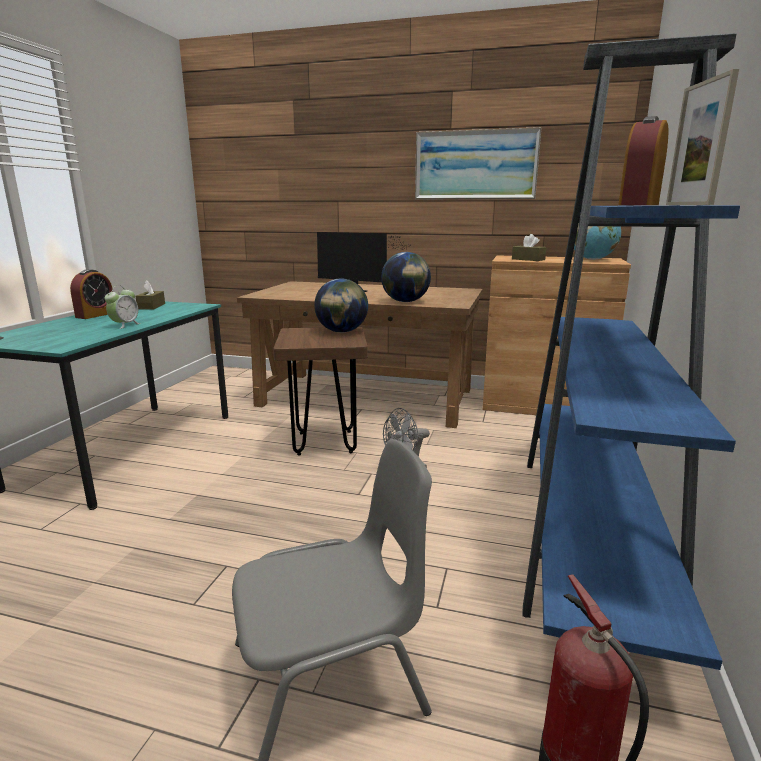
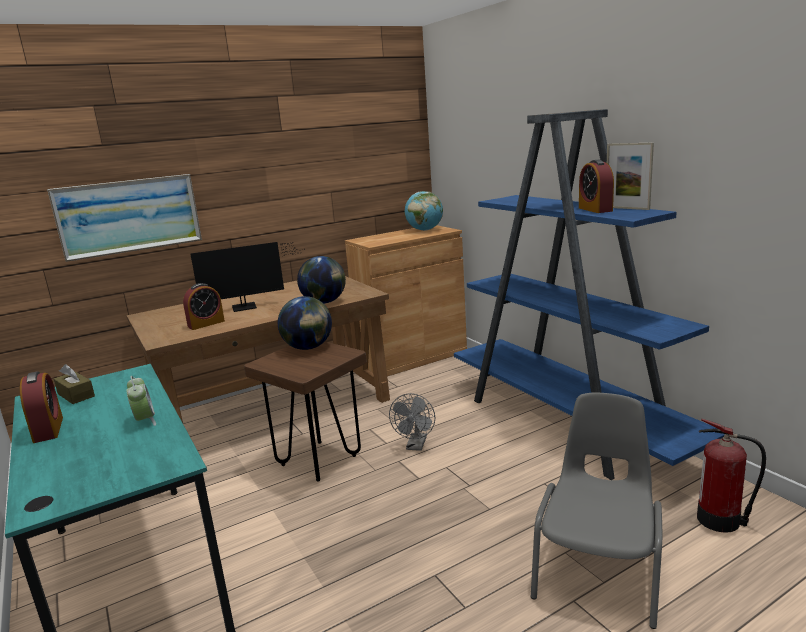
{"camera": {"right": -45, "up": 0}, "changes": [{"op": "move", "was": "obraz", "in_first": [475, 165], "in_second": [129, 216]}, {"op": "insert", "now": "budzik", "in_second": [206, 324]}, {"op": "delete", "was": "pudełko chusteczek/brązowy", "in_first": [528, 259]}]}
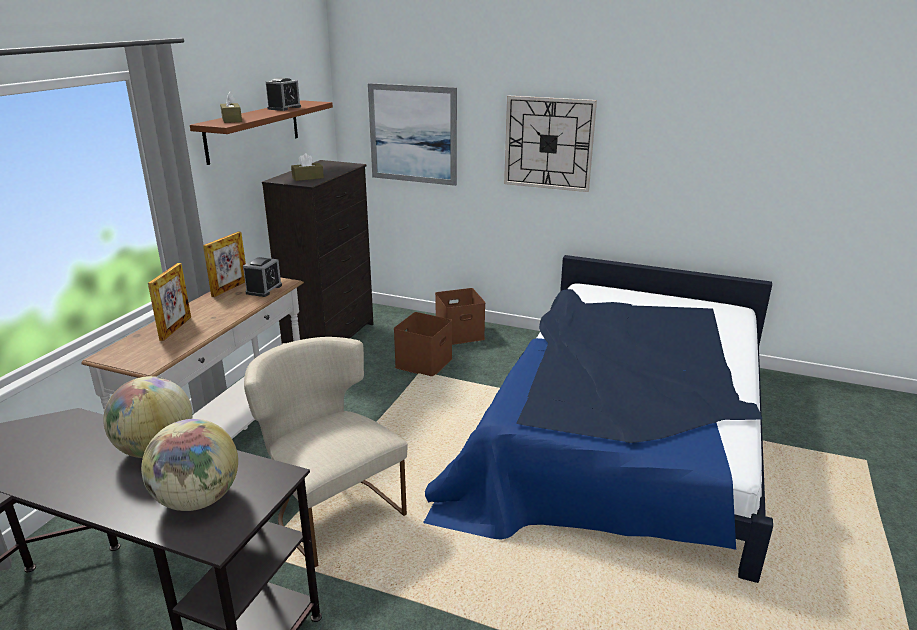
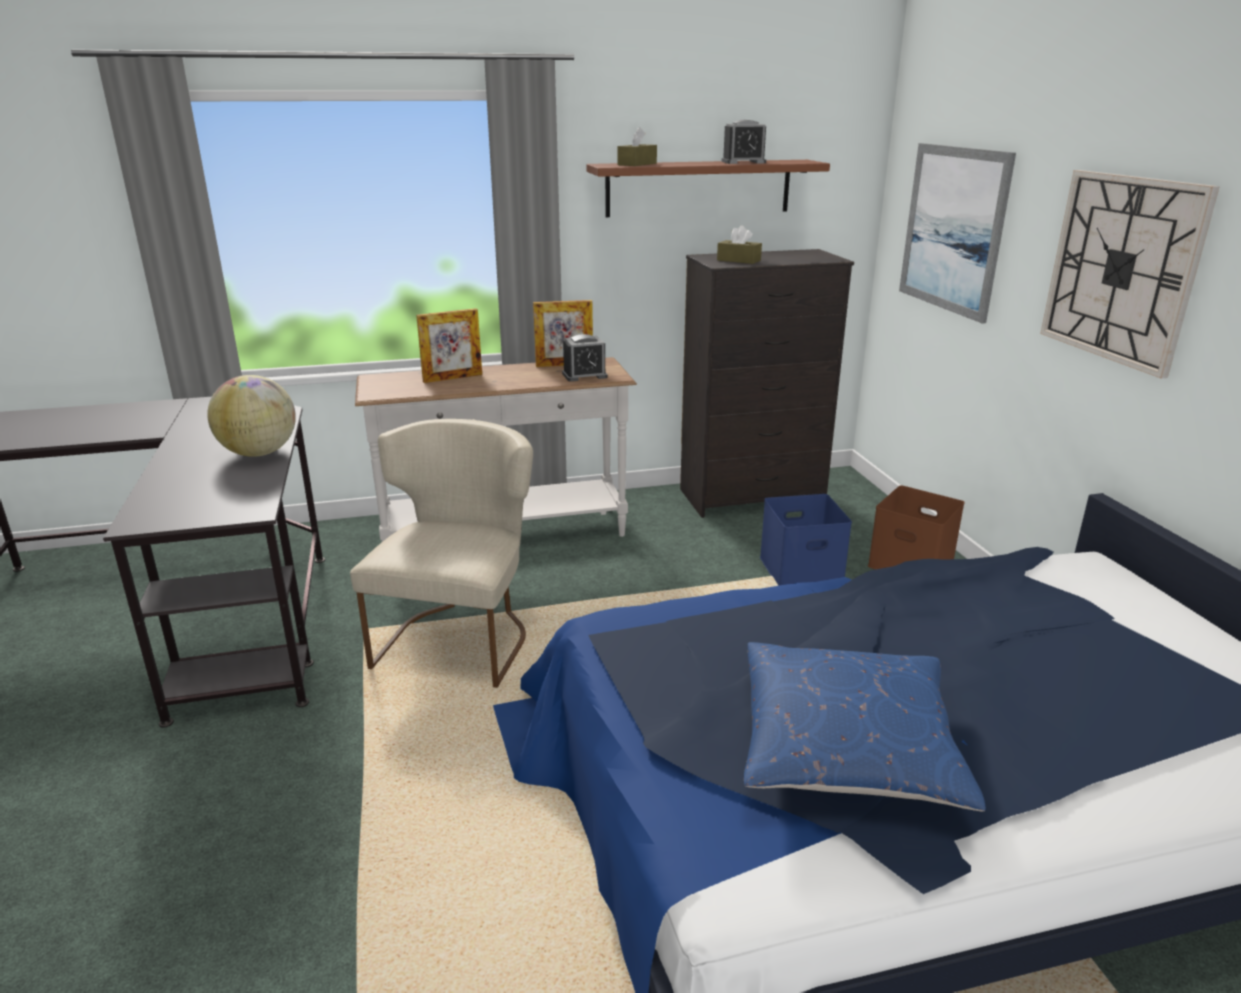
{"camera": {"right": 55, "up": 0}, "changes": [{"op": "insert", "now": "poduszka/niebieski", "in_second": [846, 747]}, {"op": "recolor", "was": "pojemnik do przechowywania/brązowy", "now": "pojemnik do przechowywania/niebieski", "in_first": [423, 362], "in_second": [802, 569]}, {"op": "delete", "was": "globus", "in_first": [197, 500]}]}
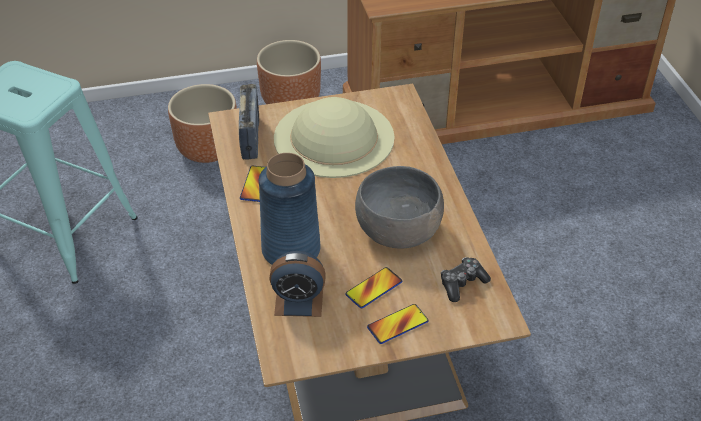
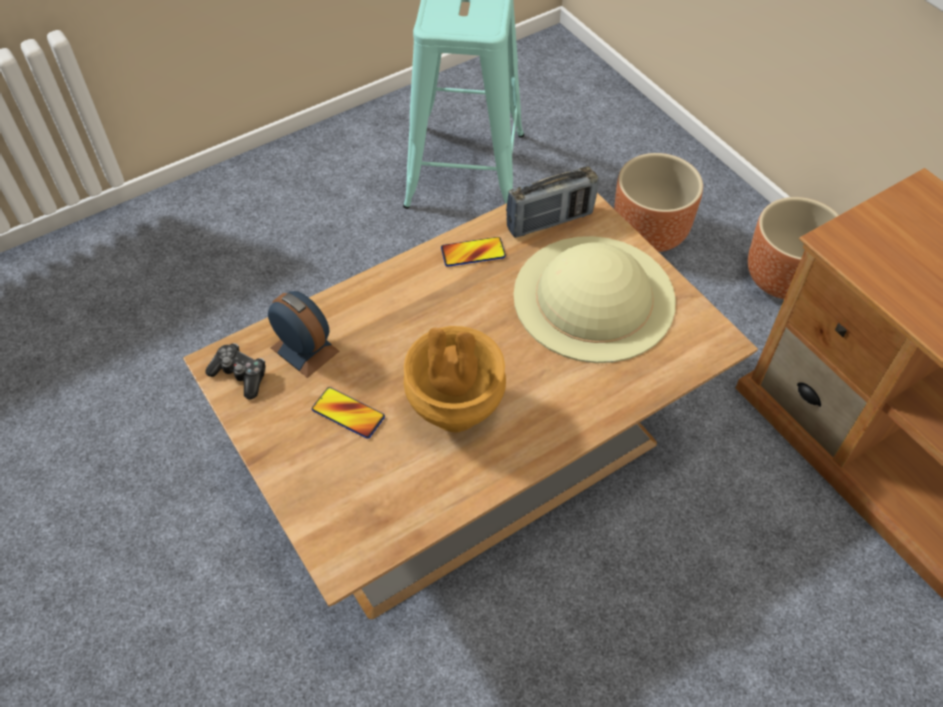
{"camera": {"right": 70, "up": 10}, "changes": [{"op": "move", "was": "pad do gier", "in_first": [462, 283], "in_second": [240, 375]}, {"op": "rotate", "was": "budzik", "in_first": [299, 301], "in_second": [304, 349], "clockwise": 150}, {"op": "replace", "was": "miska/szary", "now": "wazon/brązowy", "in_first": [398, 231], "in_second": [454, 411]}, {"op": "delete", "was": "wazon/niebieski", "in_first": [290, 250]}, {"op": "delete", "was": "telefon", "in_first": [397, 324]}]}
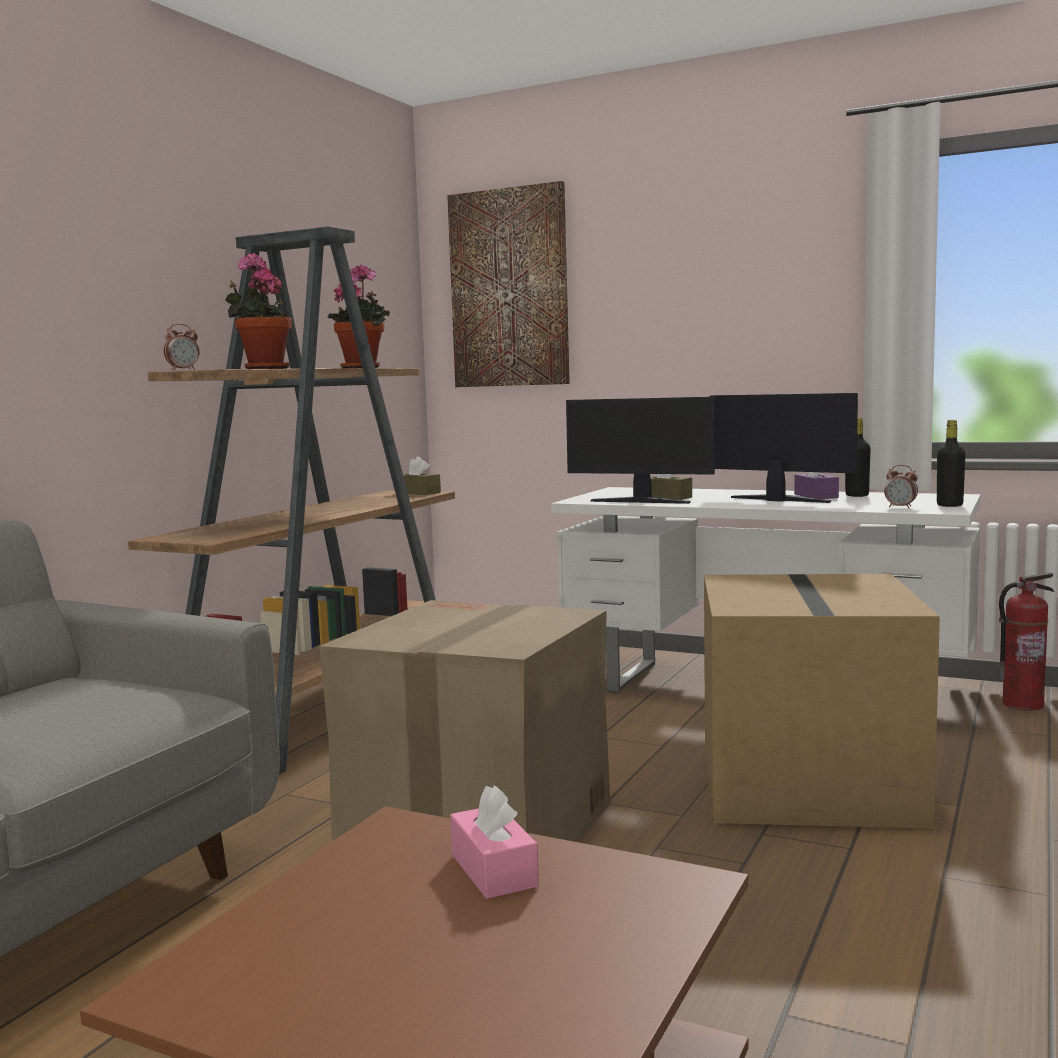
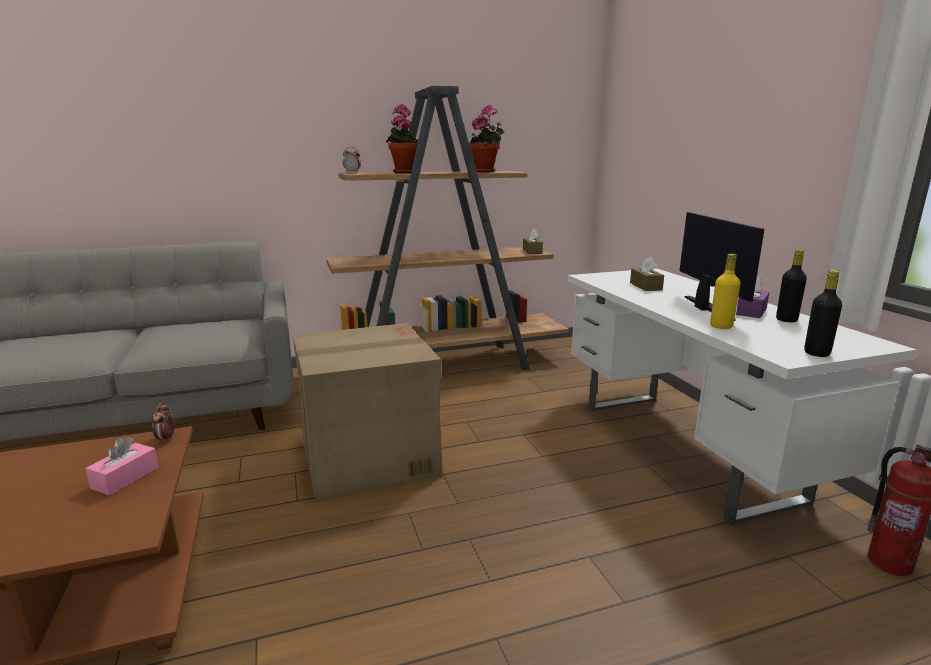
{"camera": {"right": 45, "up": 10}, "changes": [{"op": "move", "was": "budzik", "in_first": [900, 507], "in_second": [166, 439]}, {"op": "insert", "now": "butelka/żółty", "in_second": [721, 326]}, {"op": "delete", "was": "obraz", "in_first": [509, 288]}, {"op": "delete", "was": "monitor", "in_first": [640, 501]}, {"op": "delete", "was": "karton", "in_first": [811, 785]}]}
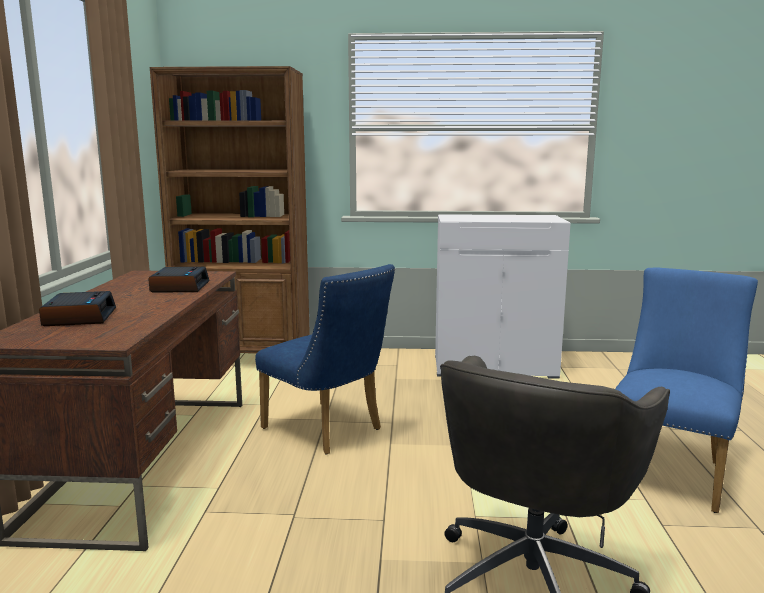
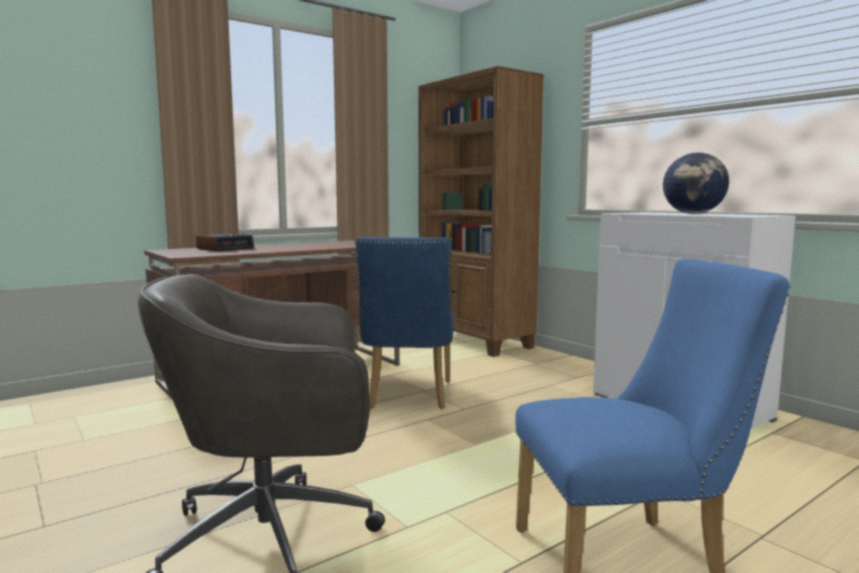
{"camera": {"right": 50, "up": -5}, "changes": [{"op": "insert", "now": "globus", "in_second": [693, 214]}, {"op": "delete", "was": "budzik", "in_first": [179, 287]}]}
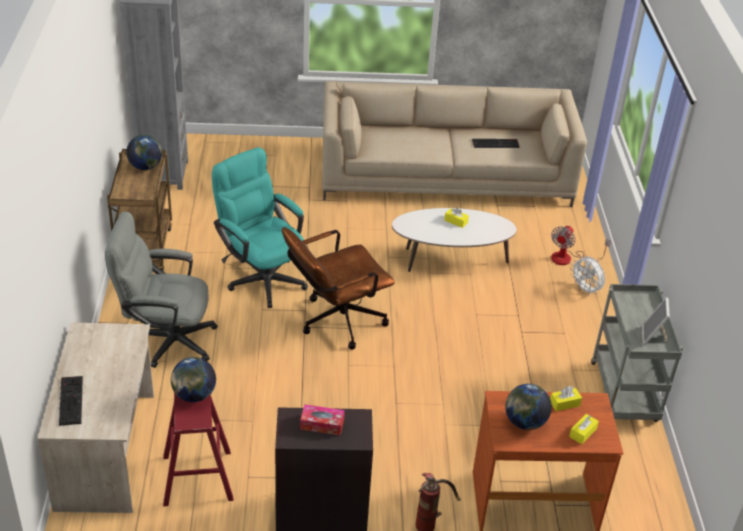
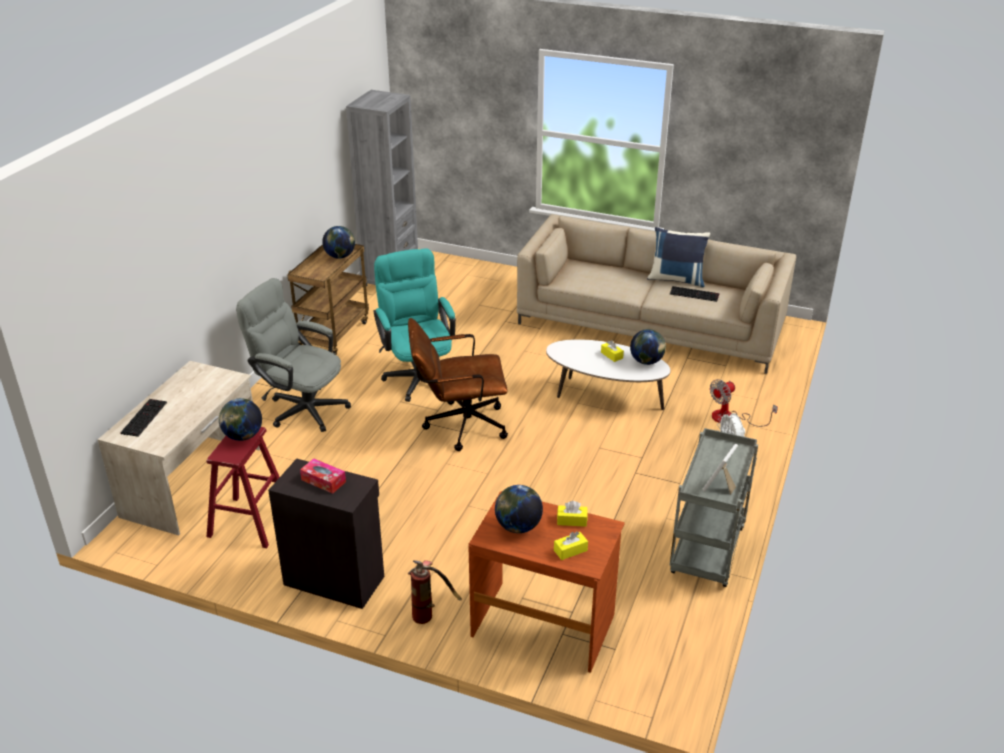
{"camera": {"right": 25, "up": -5}, "changes": [{"op": "insert", "now": "globus", "in_second": [646, 362]}, {"op": "insert", "now": "poduszka/niebieski", "in_second": [676, 279]}]}
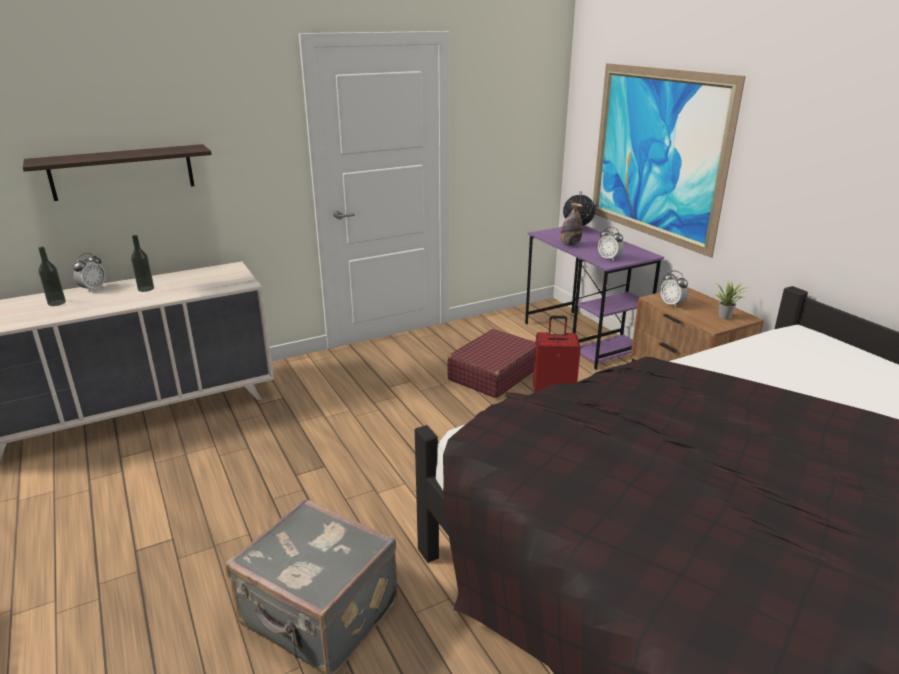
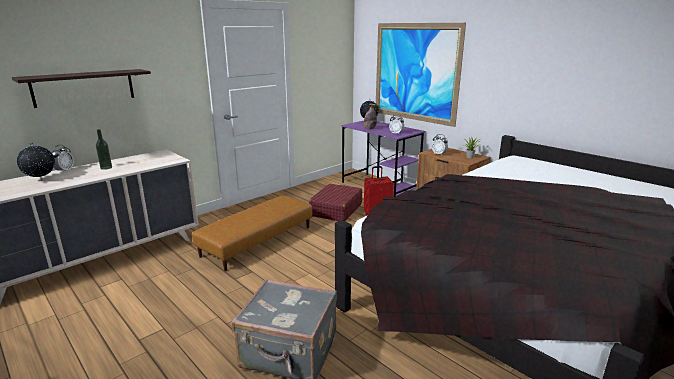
{"camera": {"right": -15, "up": -5}, "changes": [{"op": "replace", "was": "butelka", "now": "globus", "in_first": [56, 303], "in_second": [41, 180]}, {"op": "insert", "now": "pufa/brązowy", "in_second": [257, 241]}]}
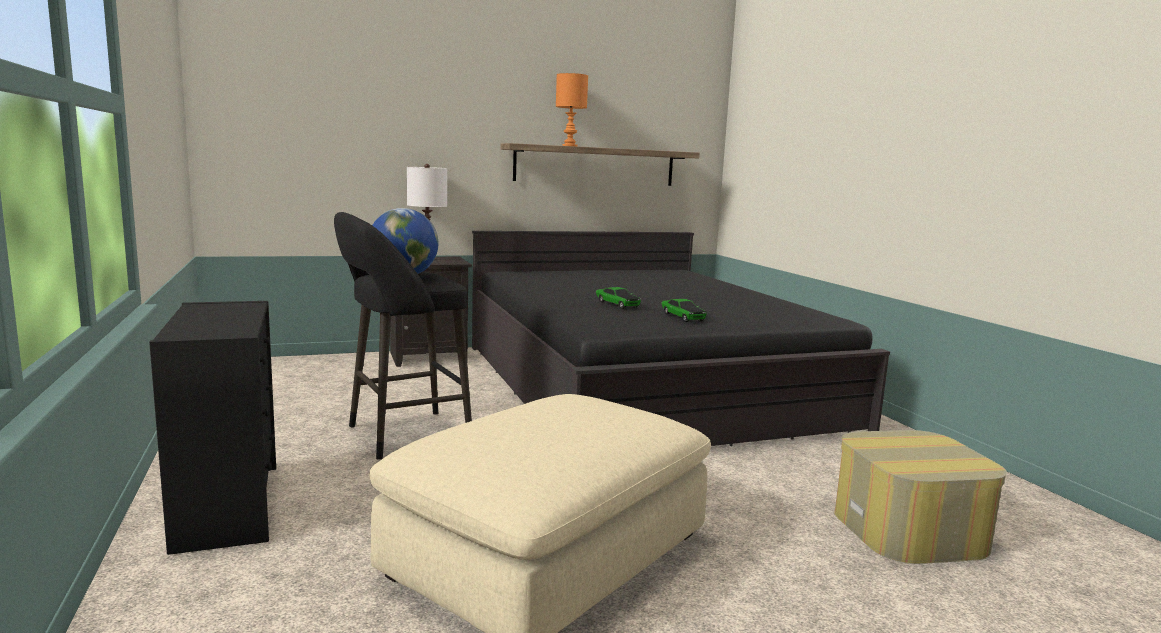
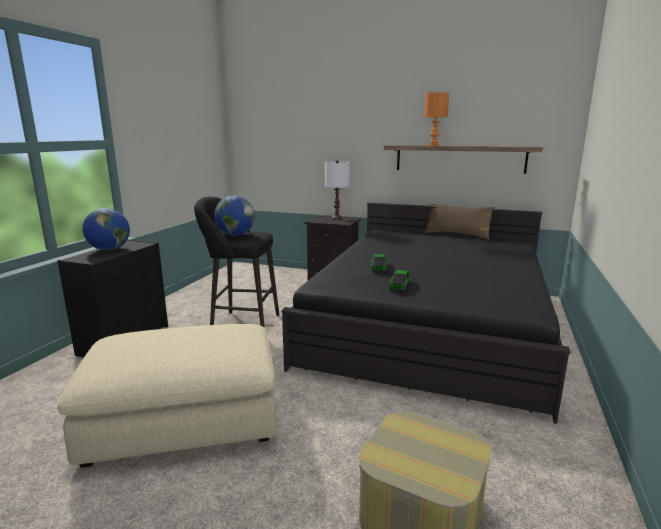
{"camera": {"right": 40, "up": 5}, "changes": [{"op": "insert", "now": "globus", "in_second": [109, 249]}, {"op": "insert", "now": "poduszka/brązowy", "in_second": [457, 235]}]}
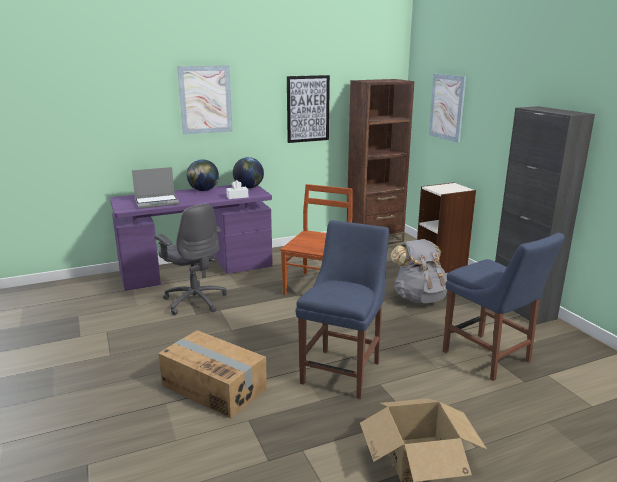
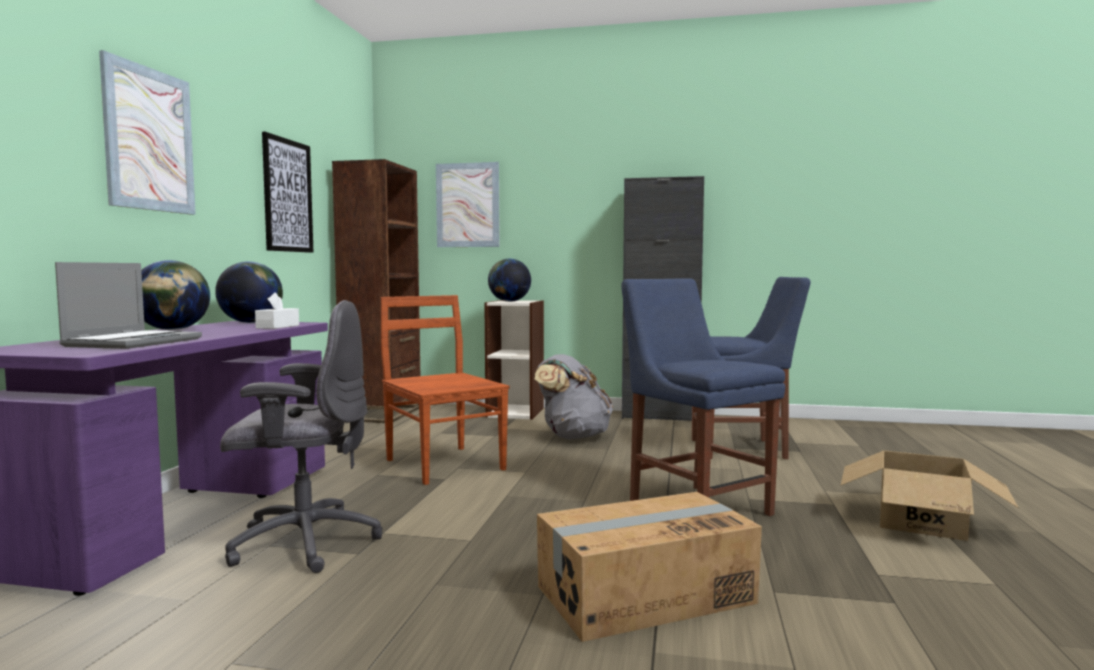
{"camera": {"right": -55, "up": -15}, "changes": [{"op": "insert", "now": "globus", "in_second": [509, 301]}]}
